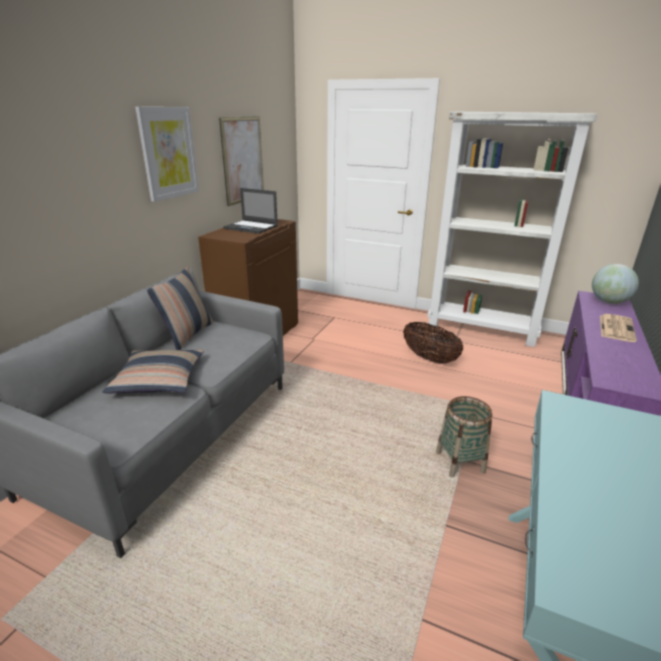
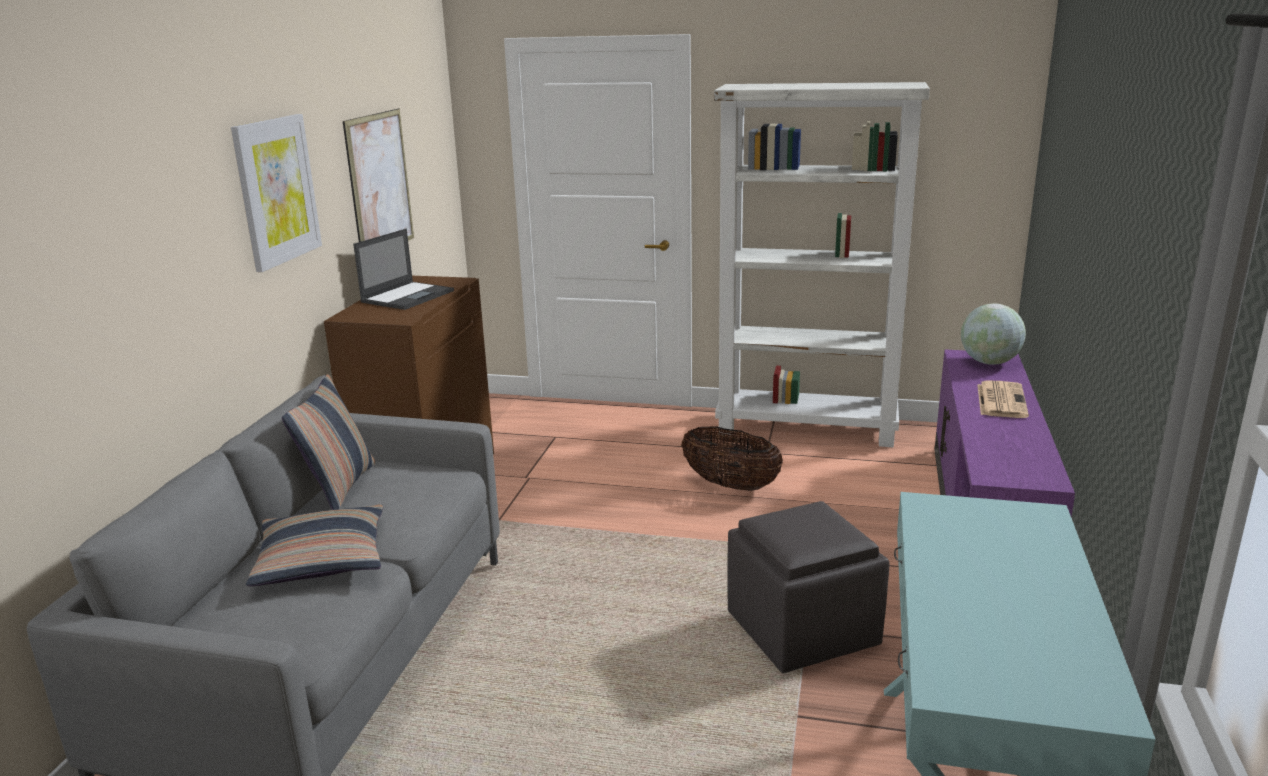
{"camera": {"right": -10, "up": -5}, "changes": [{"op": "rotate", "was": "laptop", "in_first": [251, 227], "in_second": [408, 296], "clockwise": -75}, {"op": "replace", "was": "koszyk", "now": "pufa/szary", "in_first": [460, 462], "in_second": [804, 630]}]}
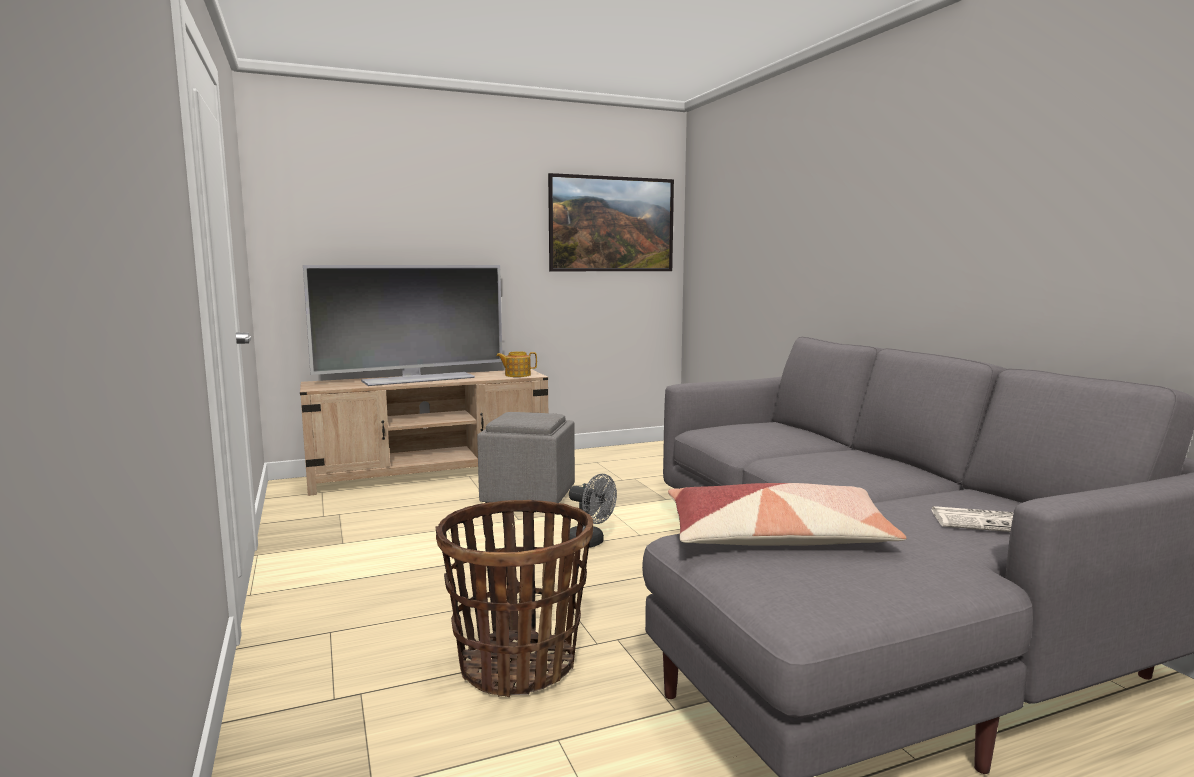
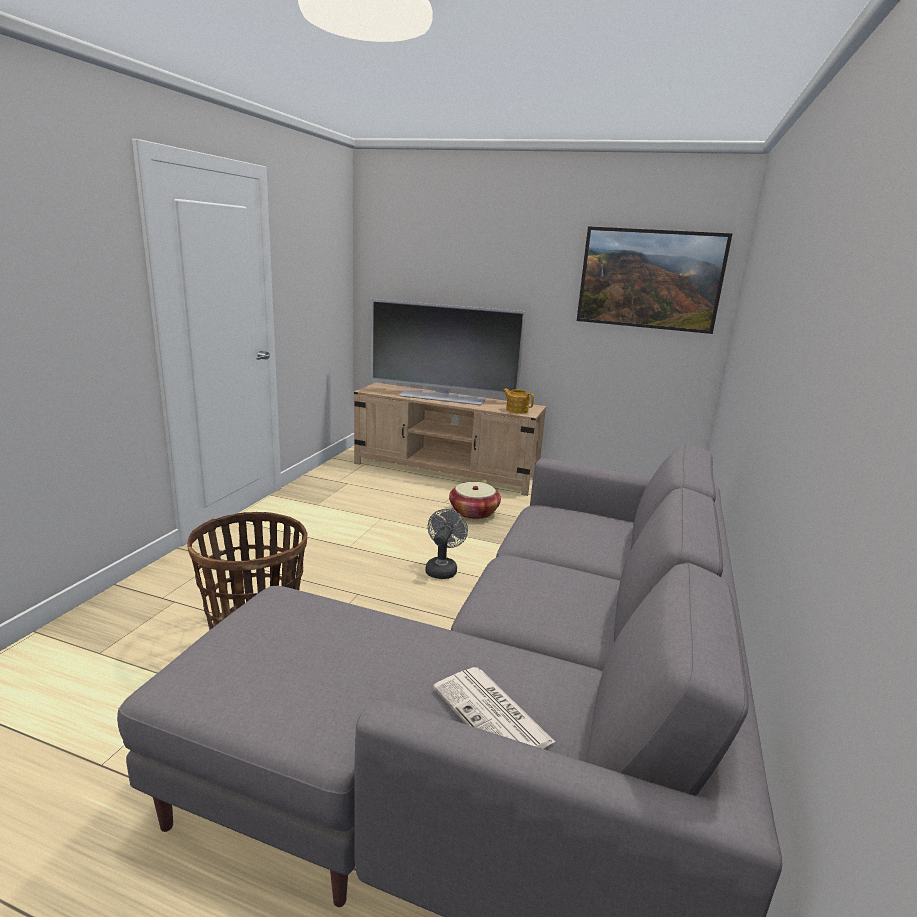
{"camera": {"right": 40, "up": 10}, "changes": [{"op": "rotate", "was": "wentylator/szary", "in_first": [590, 543], "in_second": [442, 568], "clockwise": -150}, {"op": "replace", "was": "pufa/szary", "now": "koszyk", "in_first": [528, 494], "in_second": [474, 512]}, {"op": "delete", "was": "poduszka", "in_first": [779, 538]}]}
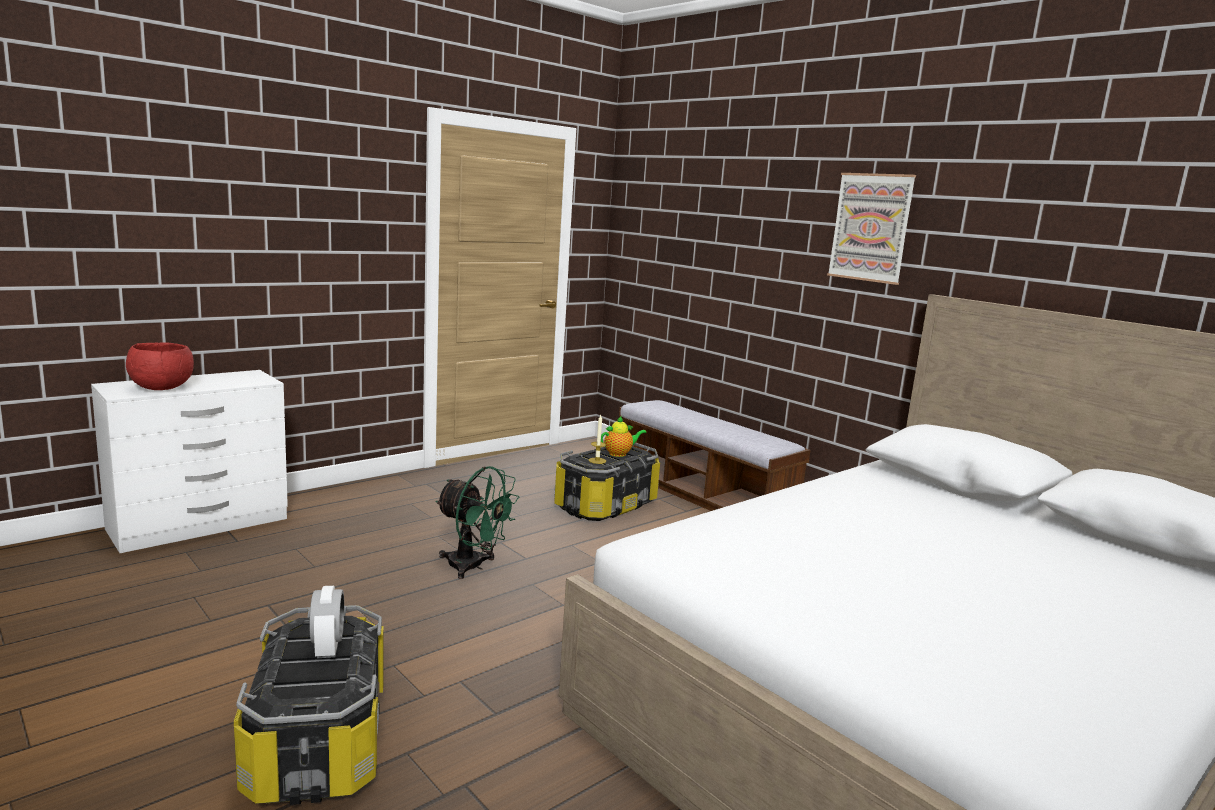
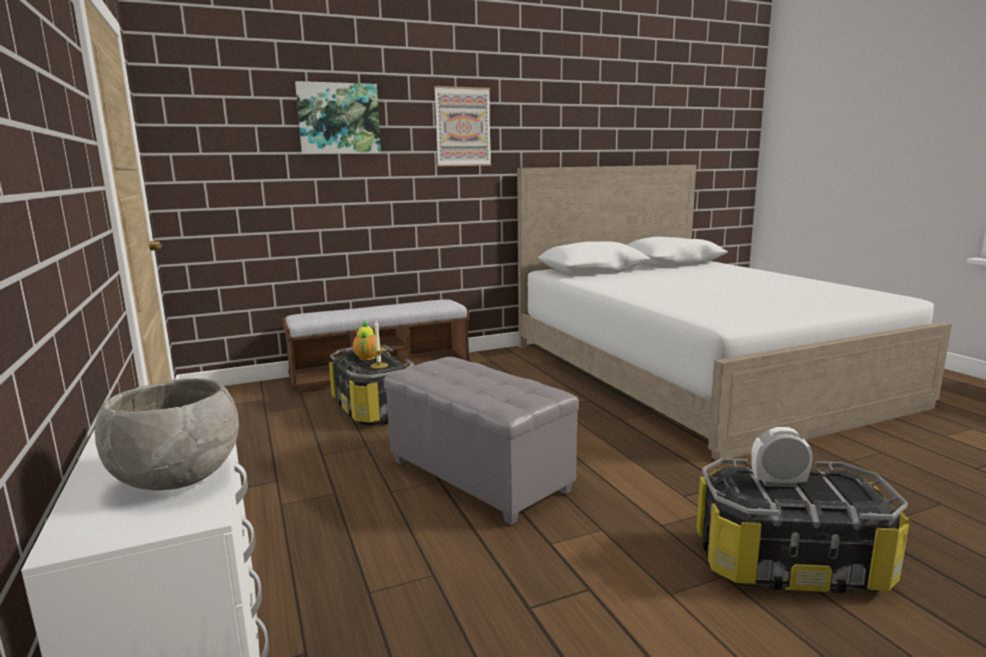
{"camera": {"right": -70, "up": 0}, "changes": [{"op": "recolor", "was": "miska/czerwony", "now": "miska/szary", "in_first": [162, 388], "in_second": [180, 479]}, {"op": "insert", "now": "obraz", "in_second": [338, 119]}, {"op": "replace", "was": "wentylator/zielony", "now": "pufa/szary", "in_first": [473, 567], "in_second": [477, 477]}]}
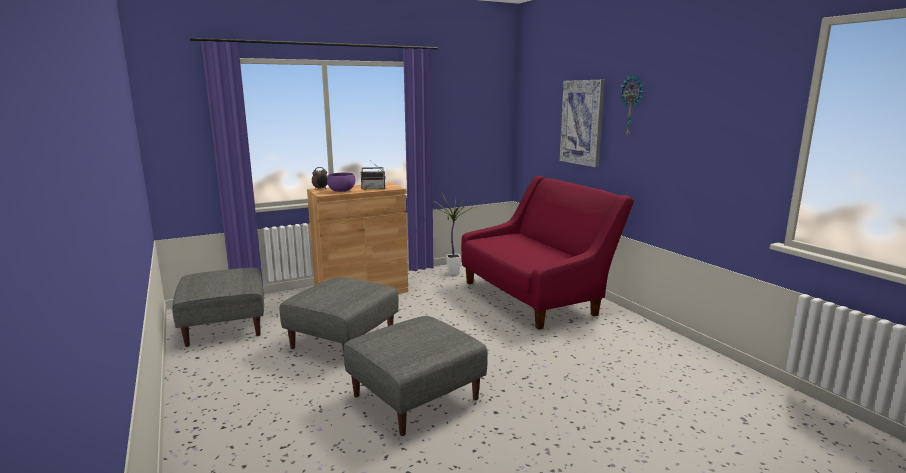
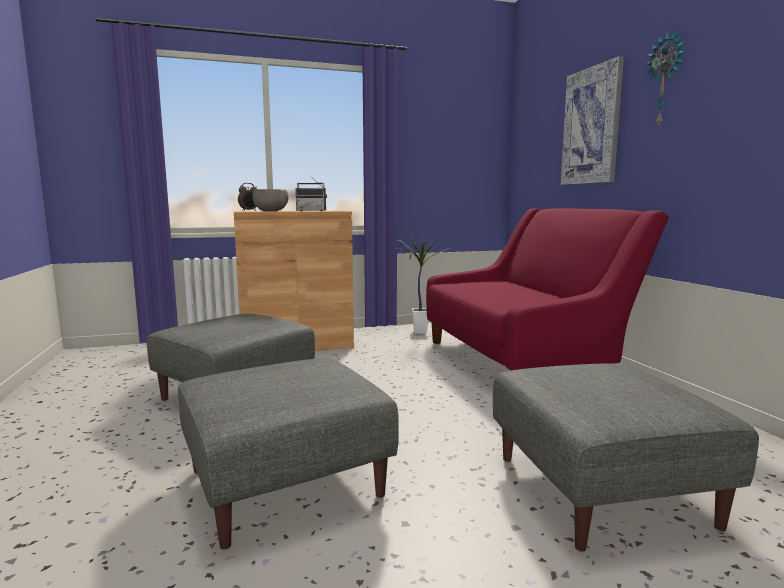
{"camera": {"right": 10, "up": -5}, "changes": [{"op": "recolor", "was": "miska/fioletowy", "now": "miska/szary", "in_first": [341, 191], "in_second": [271, 211]}, {"op": "move", "was": "pufa/szary", "in_first": [225, 326], "in_second": [602, 490]}]}
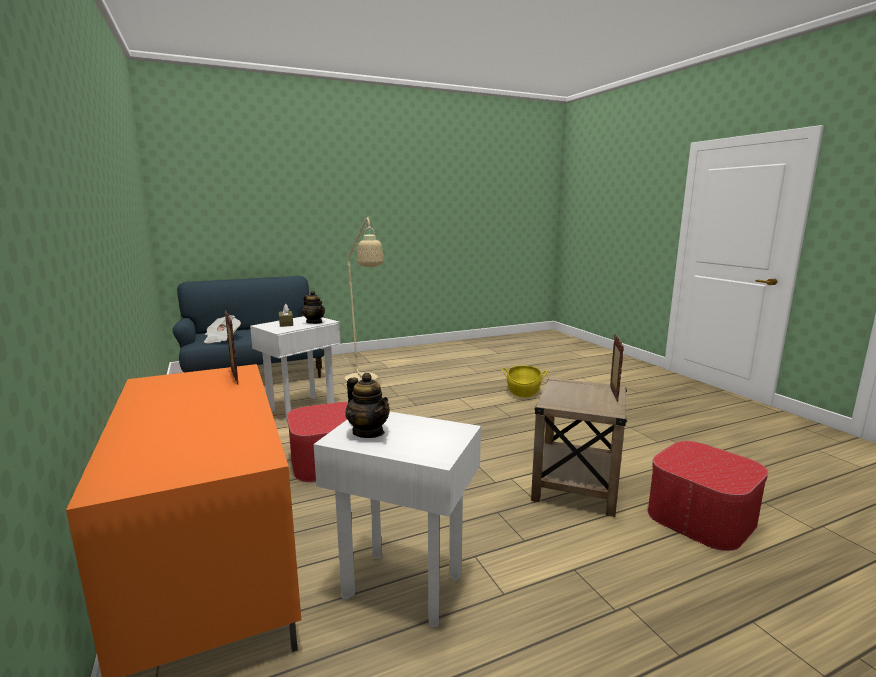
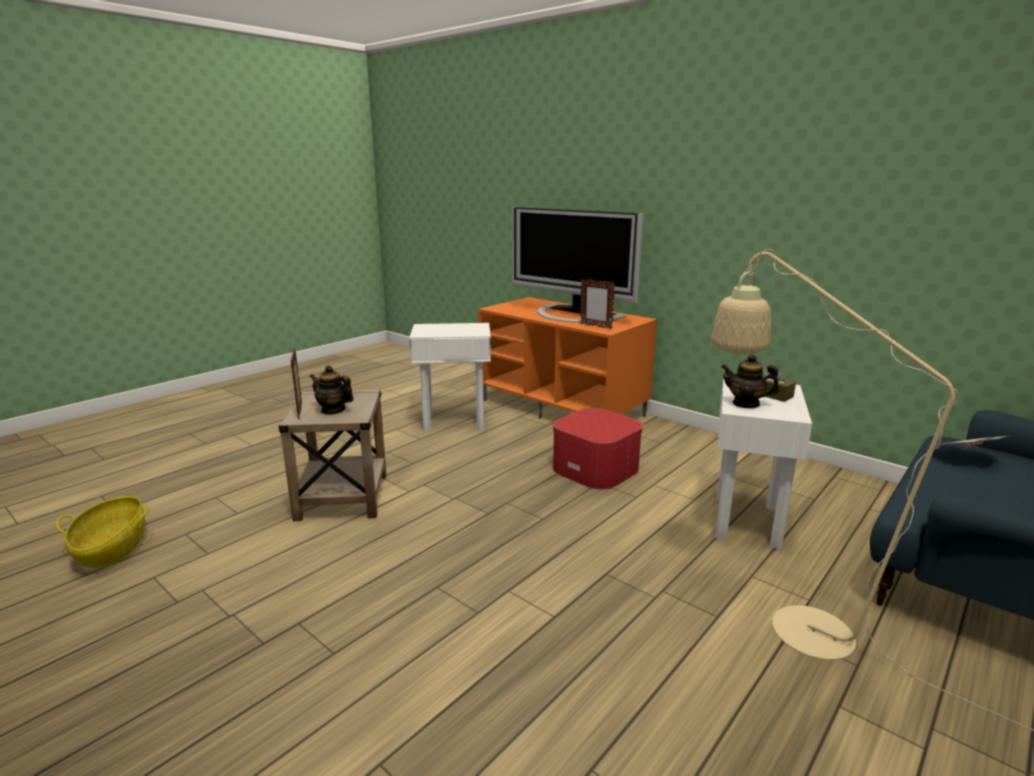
{"camera": {"right": 155, "up": 5}, "changes": [{"op": "move", "was": "koszyk", "in_first": [523, 391], "in_second": [112, 549]}, {"op": "move", "was": "imbryk", "in_first": [368, 432], "in_second": [333, 410]}, {"op": "insert", "now": "telewizor", "in_second": [574, 314]}, {"op": "delete", "was": "pufa", "in_first": [701, 517]}]}
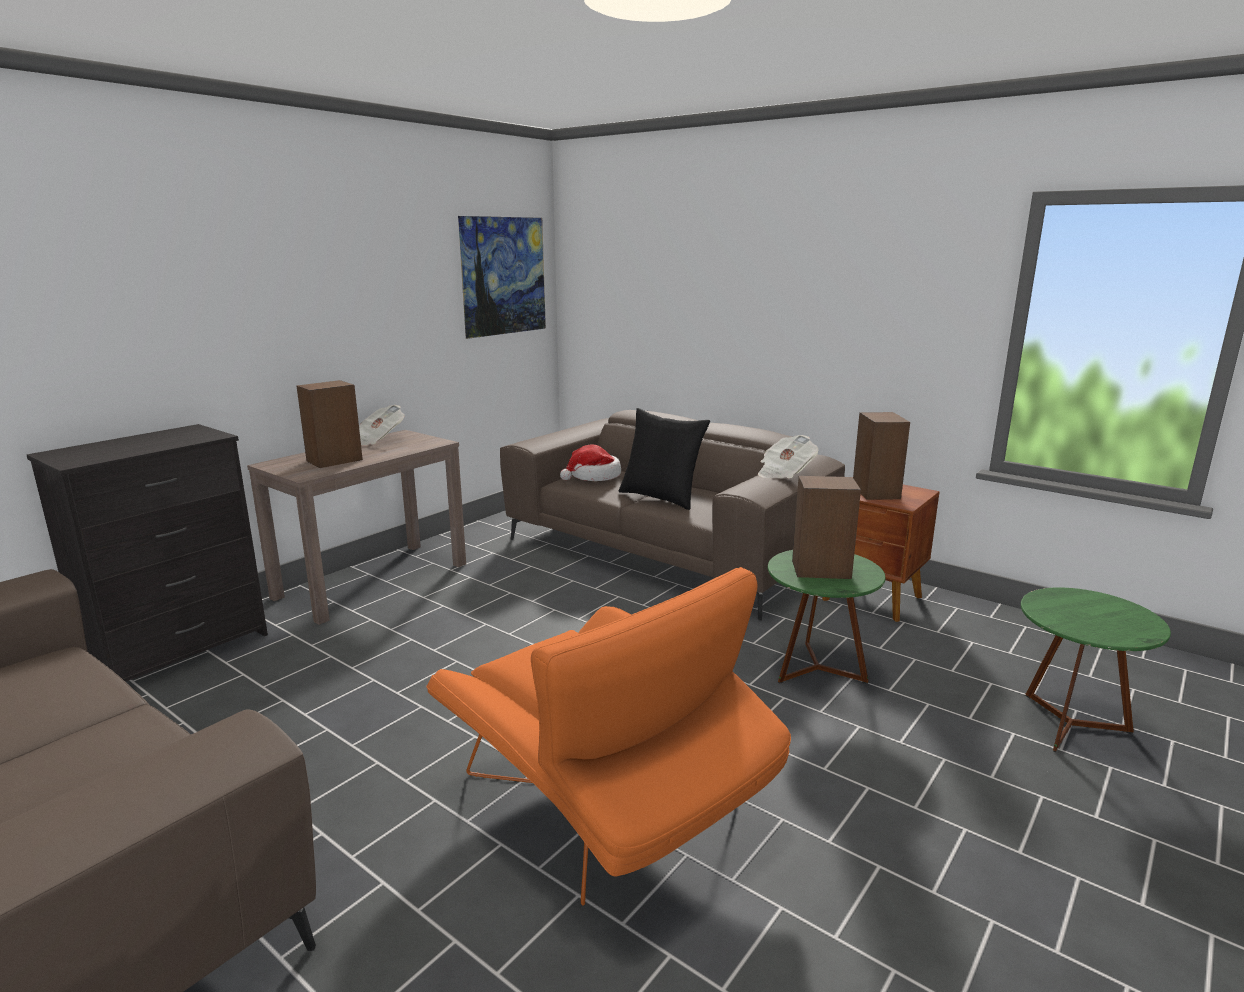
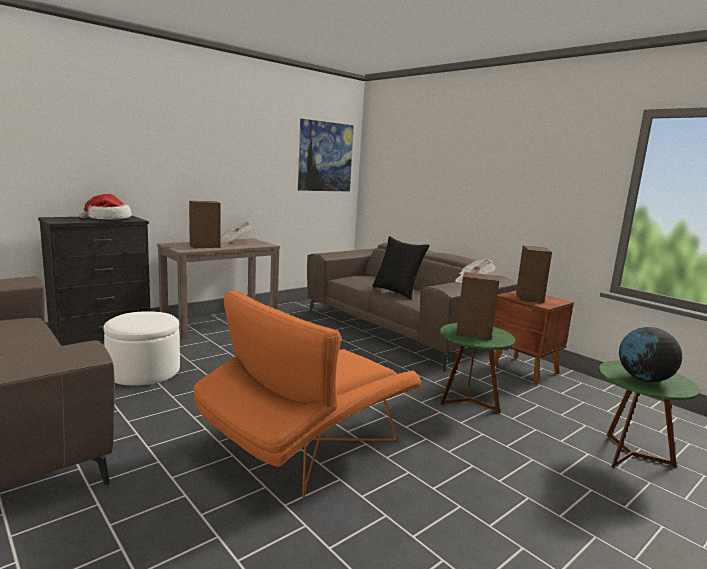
{"camera": {"right": 10, "up": -5}, "changes": [{"op": "move", "was": "kapelusz", "in_first": [594, 476], "in_second": [108, 219]}, {"op": "insert", "now": "pufa/biały", "in_second": [144, 371]}, {"op": "rotate", "was": "fotel/pomarańczowy", "in_first": [608, 804], "in_second": [304, 447], "clockwise": 75}, {"op": "insert", "now": "globus", "in_second": [643, 379]}]}
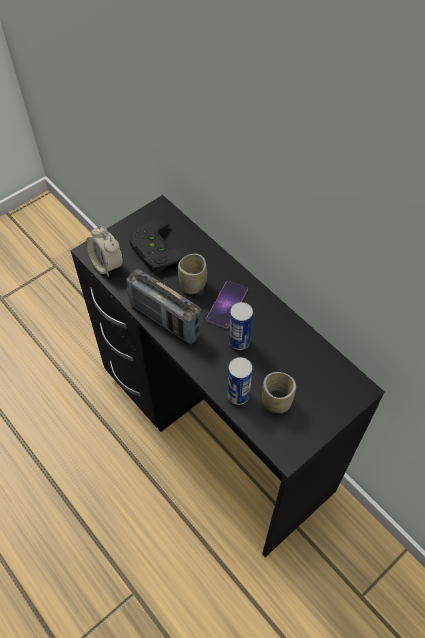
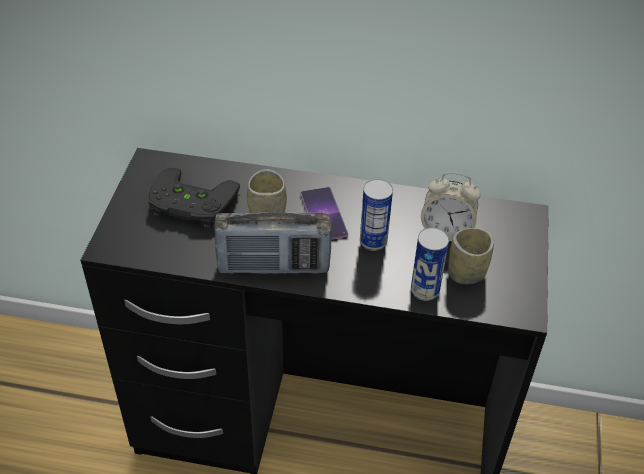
{"camera": {"right": -40, "up": -10}, "changes": [{"op": "move", "was": "budzik", "in_first": [107, 265], "in_second": [446, 230]}]}
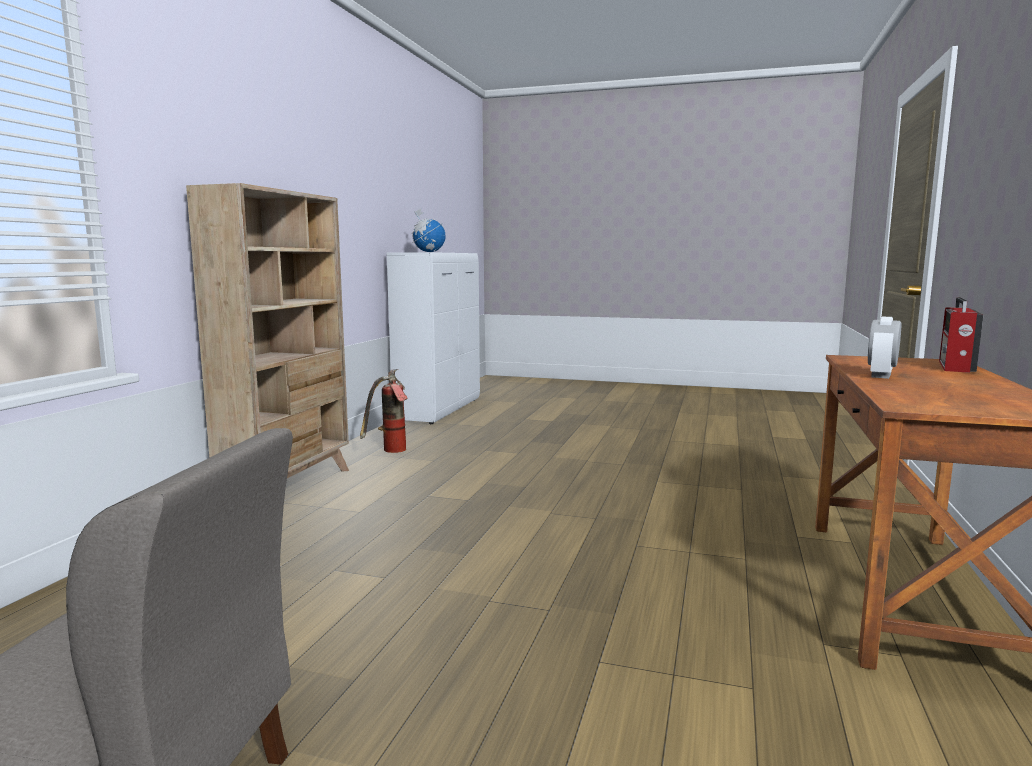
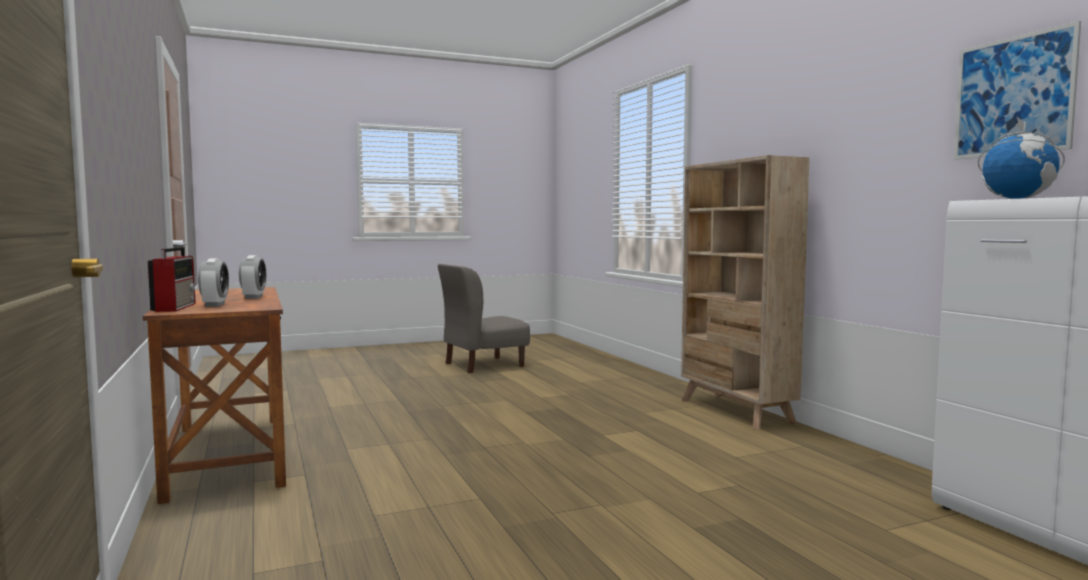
{"camera": {"right": 140, "up": -5}, "changes": [{"op": "insert", "now": "budzik", "in_second": [215, 305]}, {"op": "insert", "now": "obraz", "in_second": [1013, 96]}, {"op": "delete", "was": "gaśnica", "in_first": [390, 452]}]}
